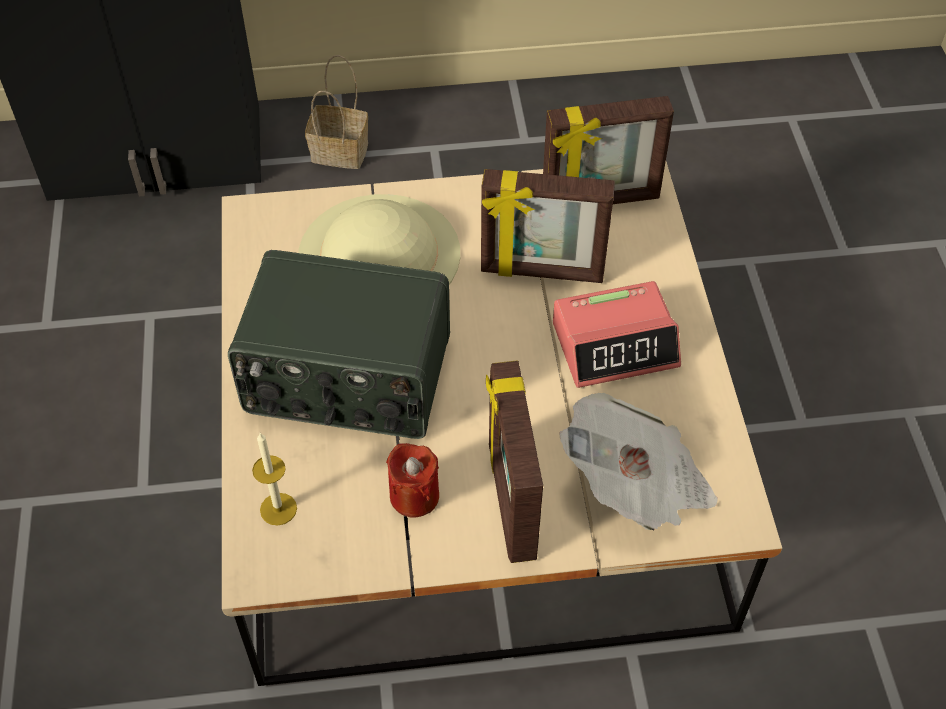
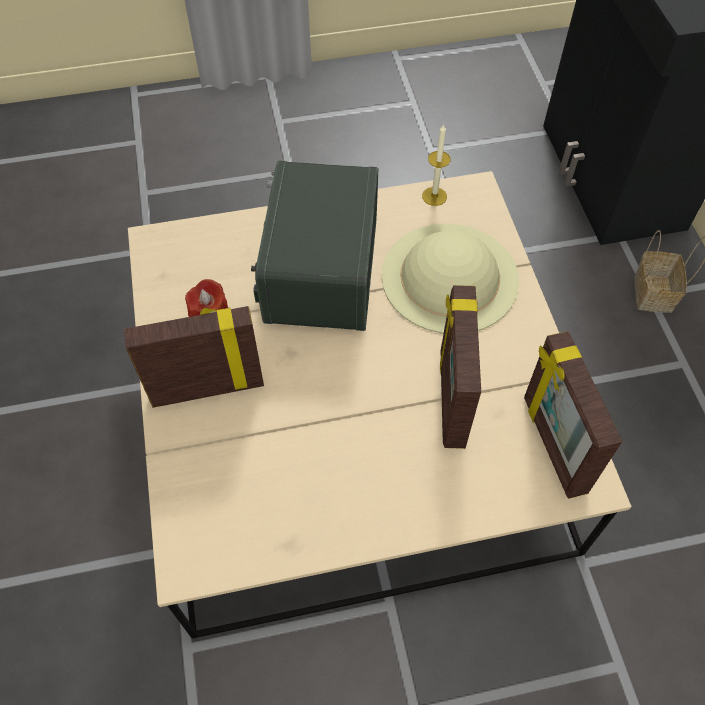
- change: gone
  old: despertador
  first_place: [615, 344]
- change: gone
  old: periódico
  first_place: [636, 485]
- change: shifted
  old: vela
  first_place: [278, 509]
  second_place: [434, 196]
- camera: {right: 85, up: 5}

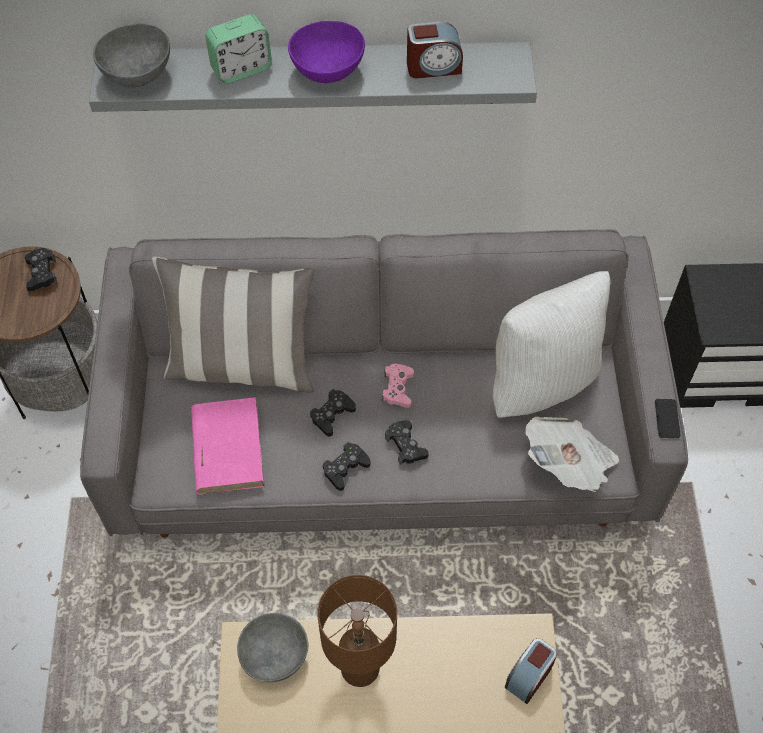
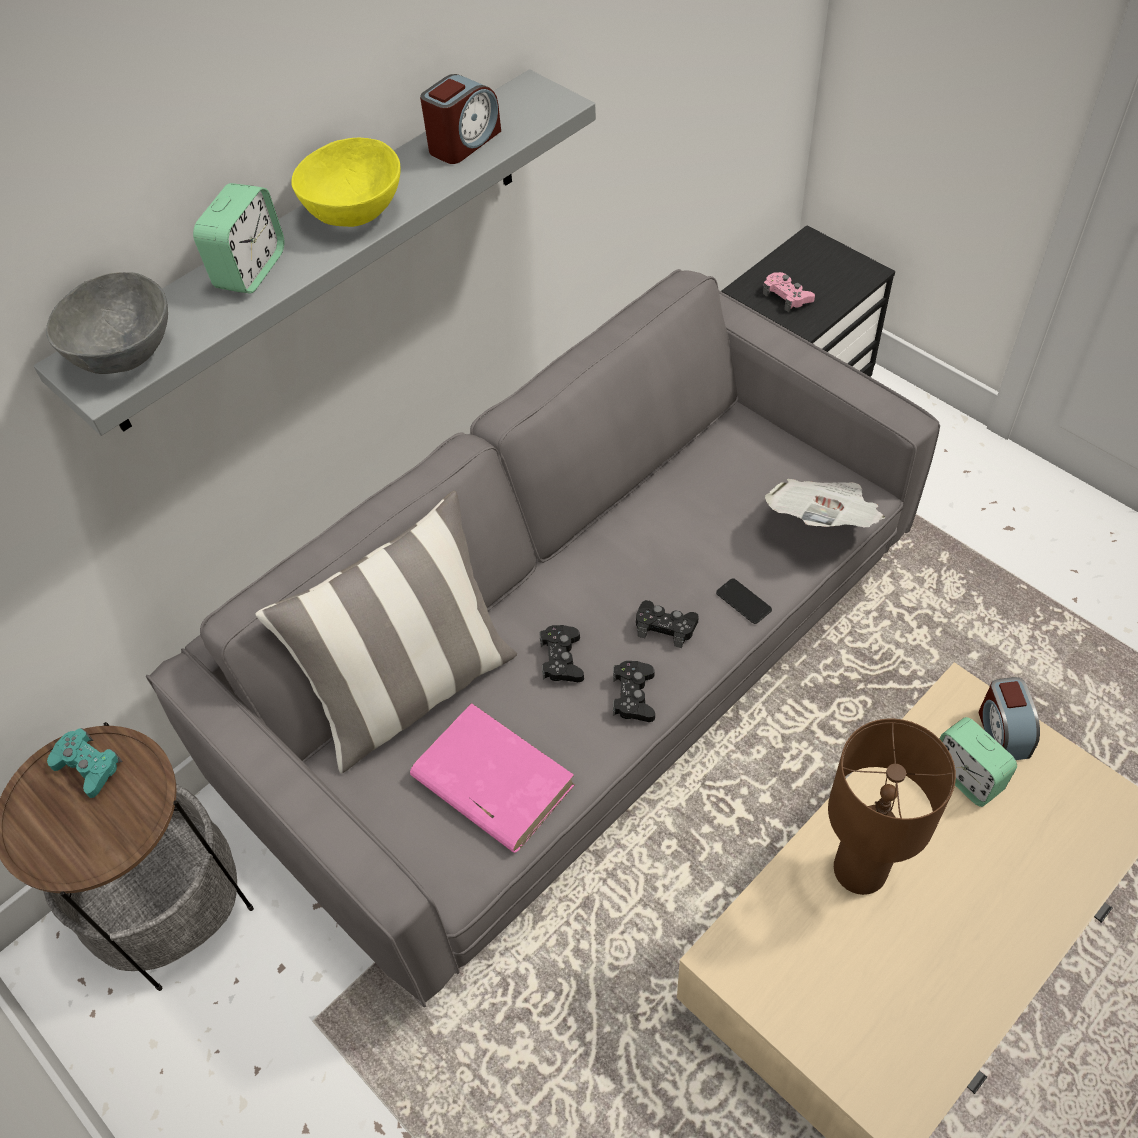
- change: repainted
  old: cuenco (morado)
  new: cuenco (amarillo)
  first_place: [329, 71]
  second_place: [357, 212]
- change: repainted
  old: mando de consola (negro)
  new: mando de consola (turquesa)
  first_place: [41, 273]
  second_place: [88, 766]
- change: gone
  old: cojín (blanco)
  first_place: [542, 381]
- change: shifted
  old: mando de consola (rosa)
  first_place: [397, 389]
  second_place: [787, 296]
- change: shifted
  old: móvil
  first_place: [667, 419]
  second_place: [743, 601]
- change: gone
  old: cuenco (gris)
  first_place: [273, 656]
- change: new
  new: despertador
  second_place: [966, 776]
- camera: {right: -40, up: -5}

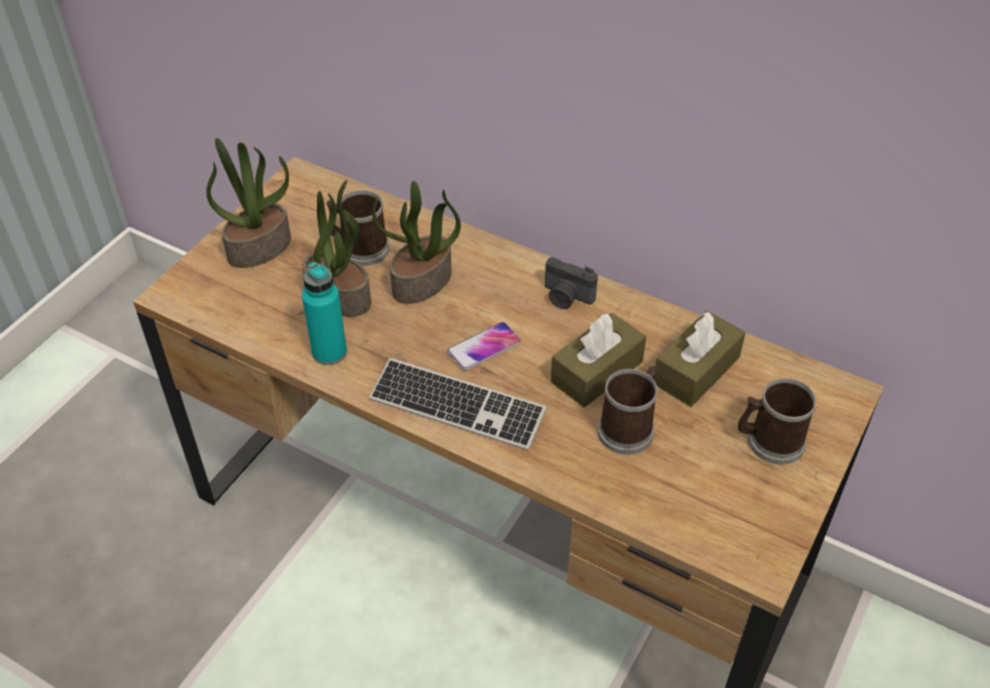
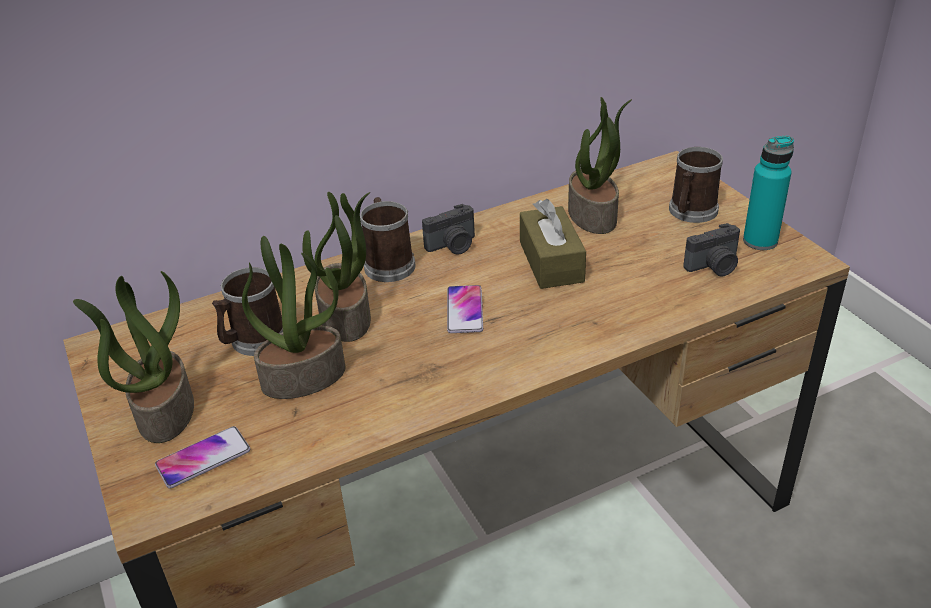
- change: shifted
  old: botella (turquesa)
  first_place: [329, 352]
  second_place: [760, 241]
- change: swapped
  old: caja de pañuelos (marrón)
  new: planta en maceta
  first_place: [696, 370]
  second_place: [593, 216]
- change: gone
  old: teclado
  first_place: [457, 407]
- change: shifted
  old: taza grande
  first_place: [629, 428]
  second_place: [388, 263]
- change: new
  new: cámara
  second_place: [714, 267]
- change: new
  new: móvil
  second_place: [203, 458]
- camera: {right: -55, up: -10}

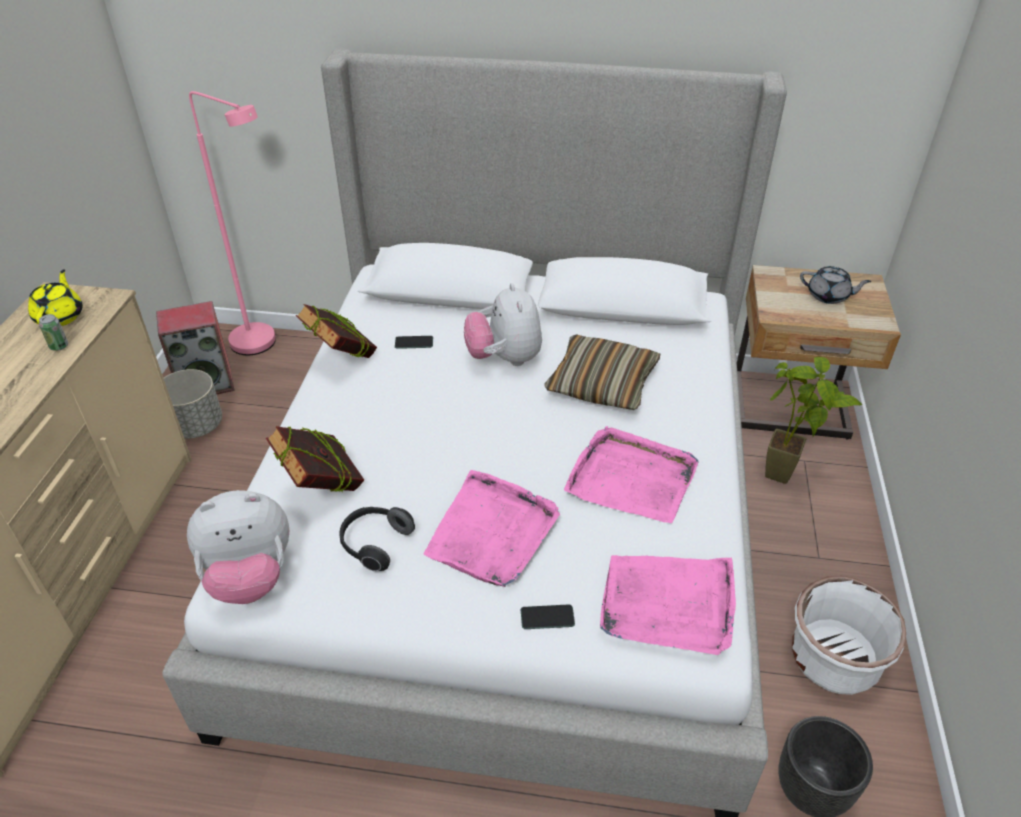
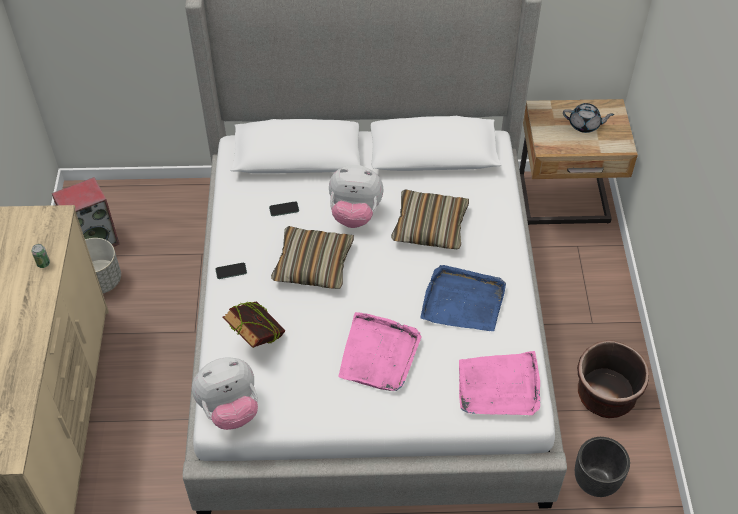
- change: gone
  old: lámpara de pie (rosa)
  first_place: [263, 345]
- change: gone
  old: tetera (amarillo)
  first_place: [60, 316]
- change: rotated
  old: peluche
  first_place: [504, 358]
  second_place: [355, 214]
  degrees: -60
- change: gone
  old: libro
  first_place: [342, 360]
- change: gone
  old: planta en maceta
  first_place: [788, 480]
- change: repainted
  old: bandeja (rosa)
  new: bandeja (azul)
  first_place: [631, 478]
  second_place: [462, 301]
- change: gone
  old: auriculares
  first_place: [374, 544]
- change: repainted
  old: maceta (blanco)
  new: maceta (marrón)
  first_place: [833, 659]
  second_place: [605, 395]
- change: shifted
  old: móvil
  first_place: [547, 617]
  second_place: [231, 271]
- change: new
  new: cojín
  second_place: [313, 265]
- camera: {right: -10, up: 10}

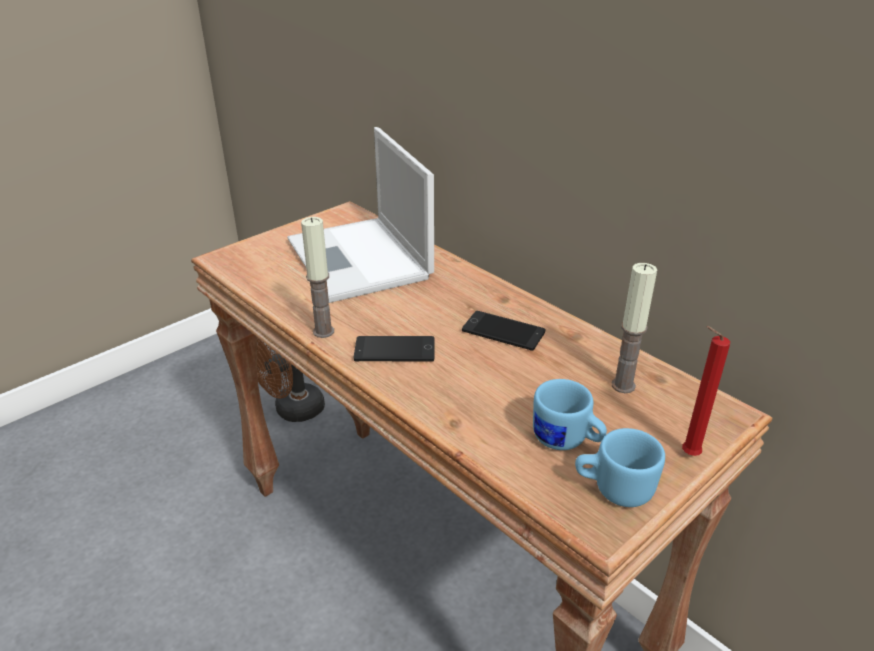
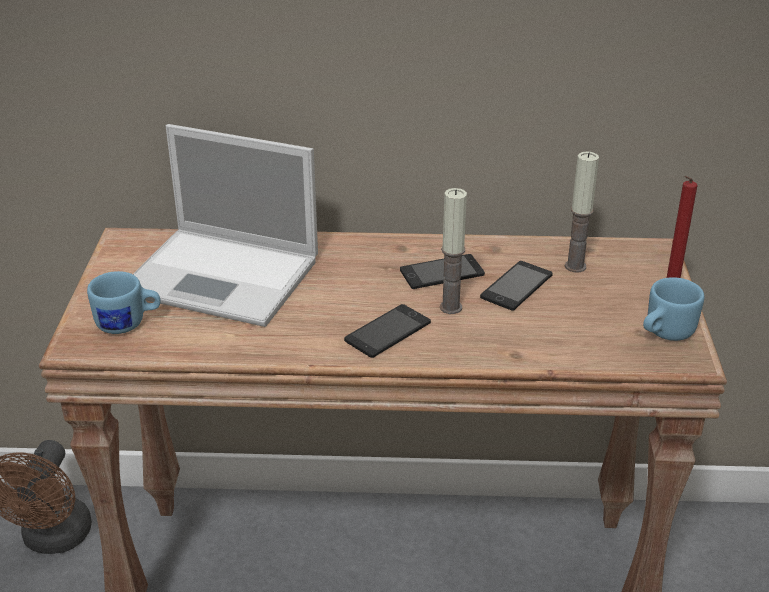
- change: shifted
  old: vela
  first_place: [323, 331]
  second_place: [451, 307]
- change: shifted
  old: taza grande (azul)
  first_place: [566, 441]
  second_place: [128, 324]
- change: new
  new: móvil
  second_place: [516, 286]
- camera: {right: -45, up: 0}

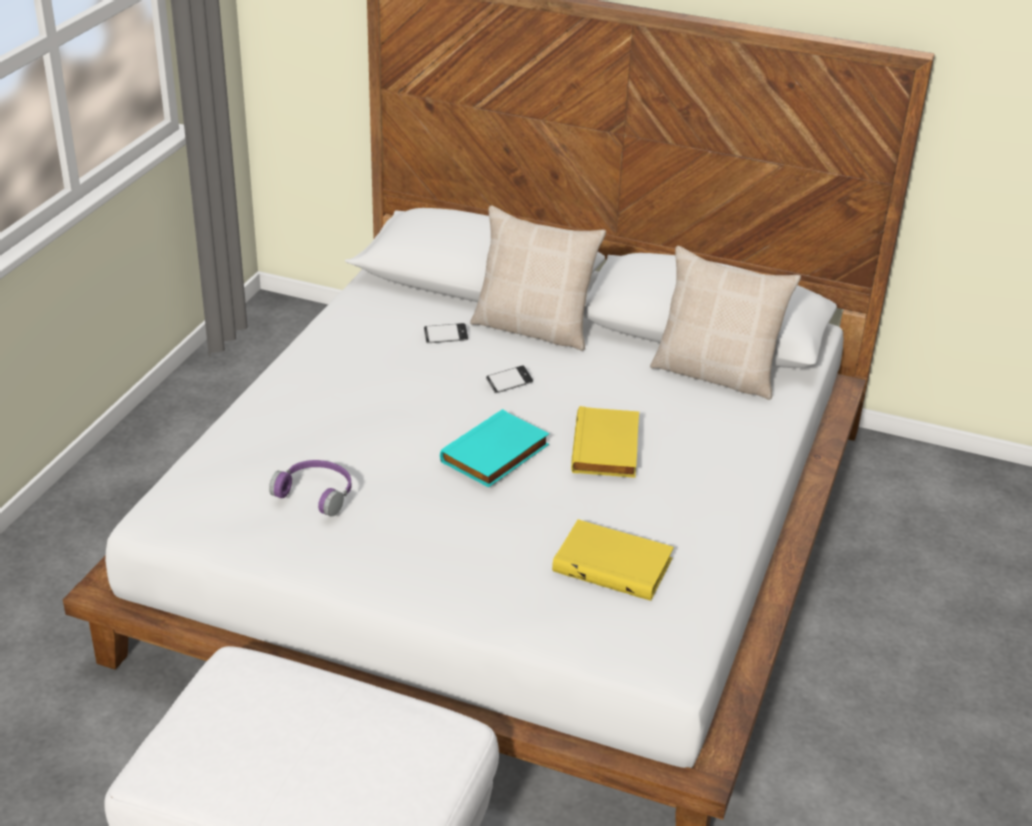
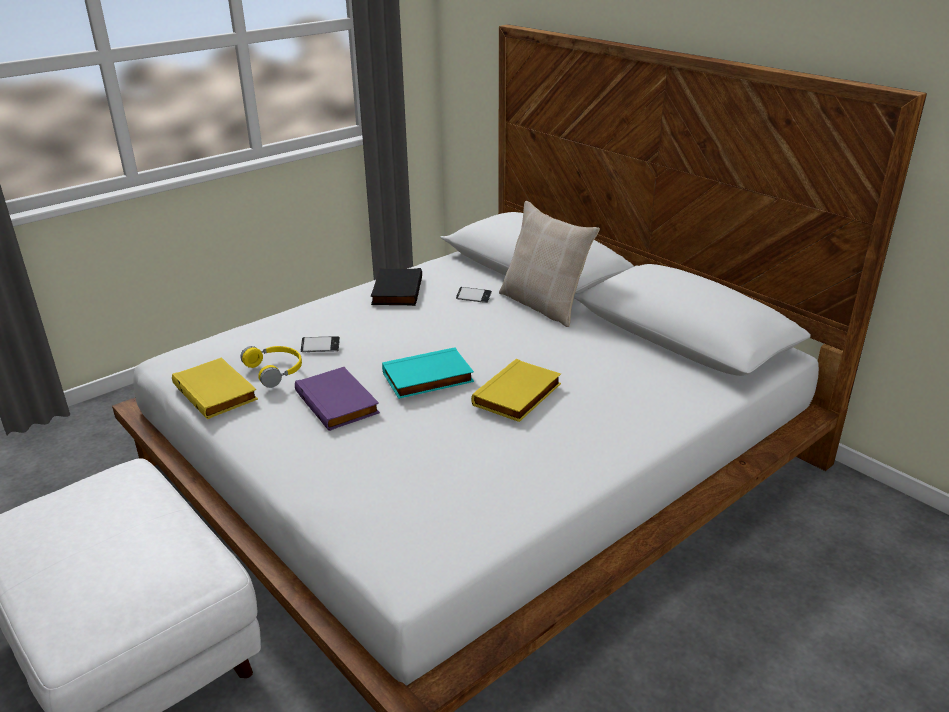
- change: gone
  old: cojín (beis)
  first_place: [716, 374]
- change: shifted
  old: móvil
  first_place: [509, 383]
  second_place: [320, 347]
- change: repainted
  old: auriculares (morado)
  new: auriculares (amarillo)
  first_place: [317, 493]
  second_place: [276, 370]
- change: shifted
  old: libro (amarillo)
  first_place: [614, 564]
  second_place: [217, 392]
- change: new
  new: libro (negro)
  second_place: [395, 290]
- change: new
  new: libro (morado)
  second_place: [339, 402]
- camera: {right: 30, up: -5}

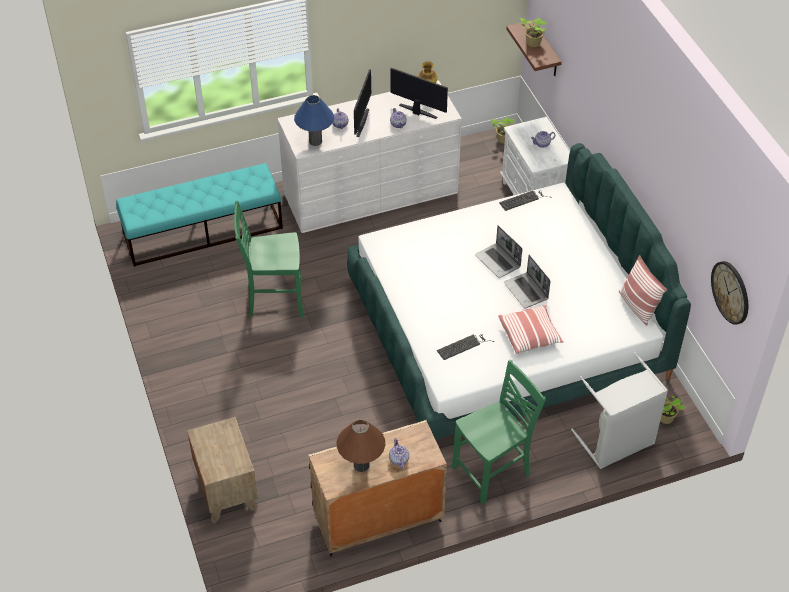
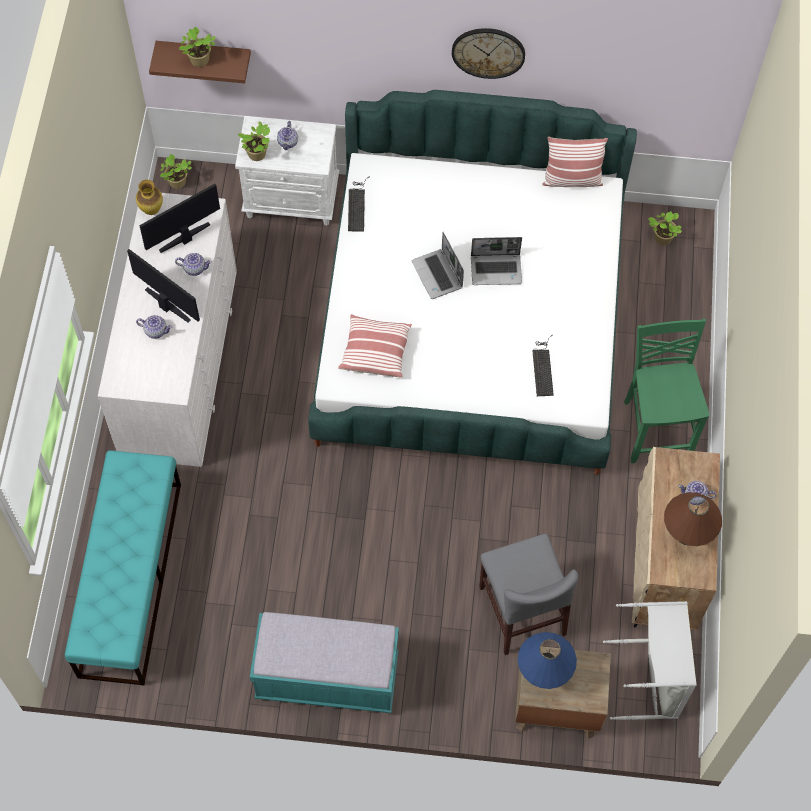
- change: shifted
  old: lámpara de mesa (azul)
  first_place: [315, 141]
  second_place: [543, 674]
- change: gone
  old: silla (verde)
  first_place: [274, 300]
- change: rotated
  old: portátil
  first_place: [498, 261]
  second_place: [438, 275]
  degrees: 75
- change: shifted
  old: reloj de pared
  first_place: [730, 292]
  second_place: [488, 52]
- change: shifted
  old: cojín
  first_place: [530, 335]
  second_place: [375, 351]
- change: shifted
  old: cesto de la ropa (gris)
  first_place: [617, 443]
  second_place: [651, 679]
- change: new
  new: planta en maceta
  second_place: [258, 155]
- change: new
  new: silla (gris)
  second_place: [522, 610]
- change: new
  new: banco (turquesa)
  second_place: [327, 677]
- camera: {right: -65, up: 15}

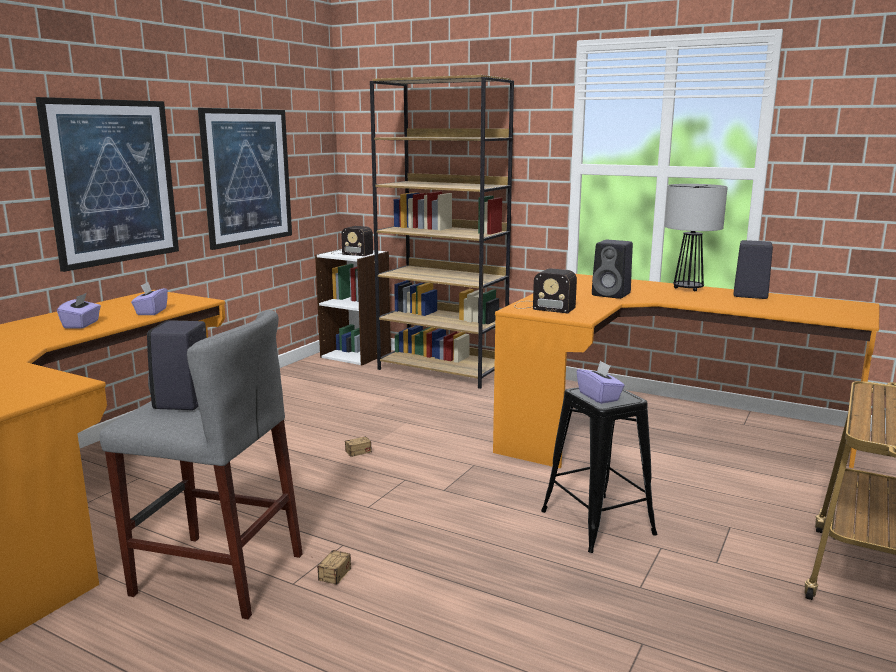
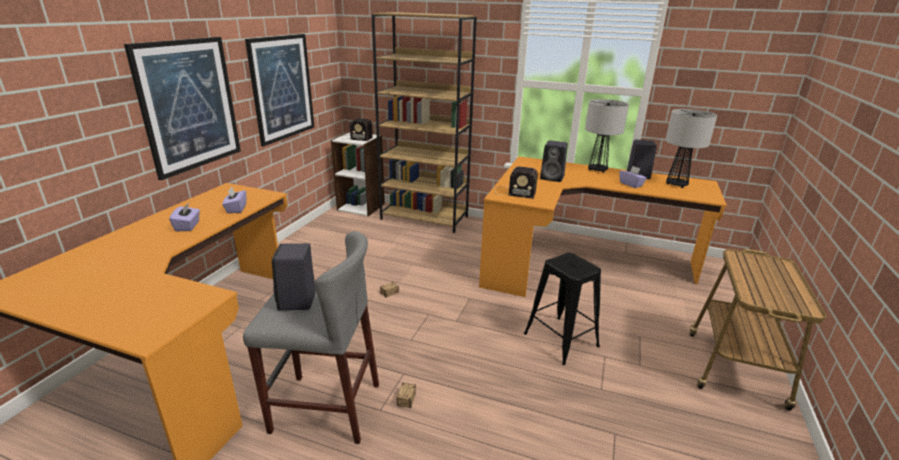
- change: shifted
  old: caja de pañuelos (morado)
  first_place: [599, 397]
  second_place: [631, 184]
- change: new
  new: lámpara de mesa
  second_place: [676, 184]
- camera: {right: -10, up: 10}

